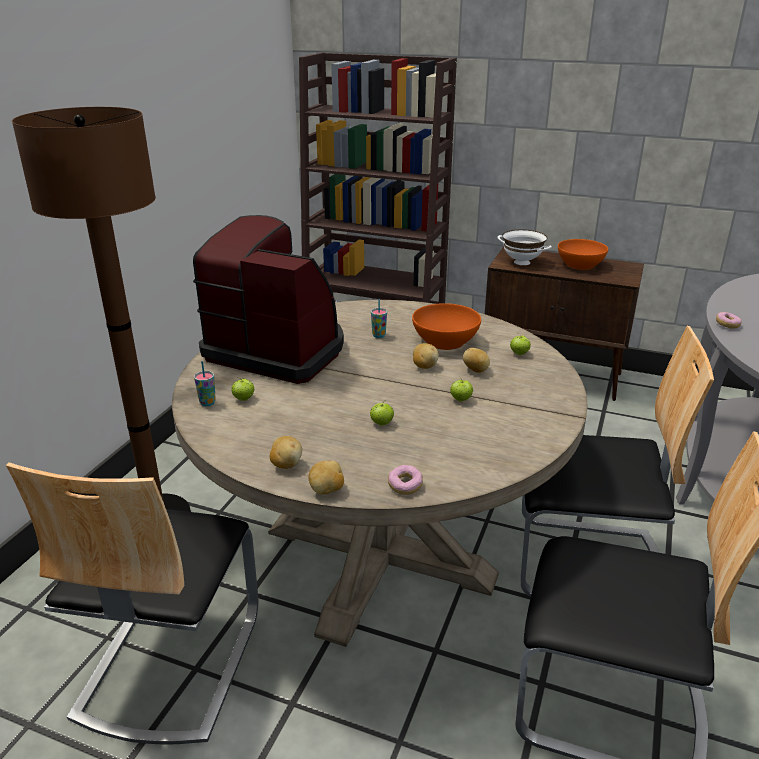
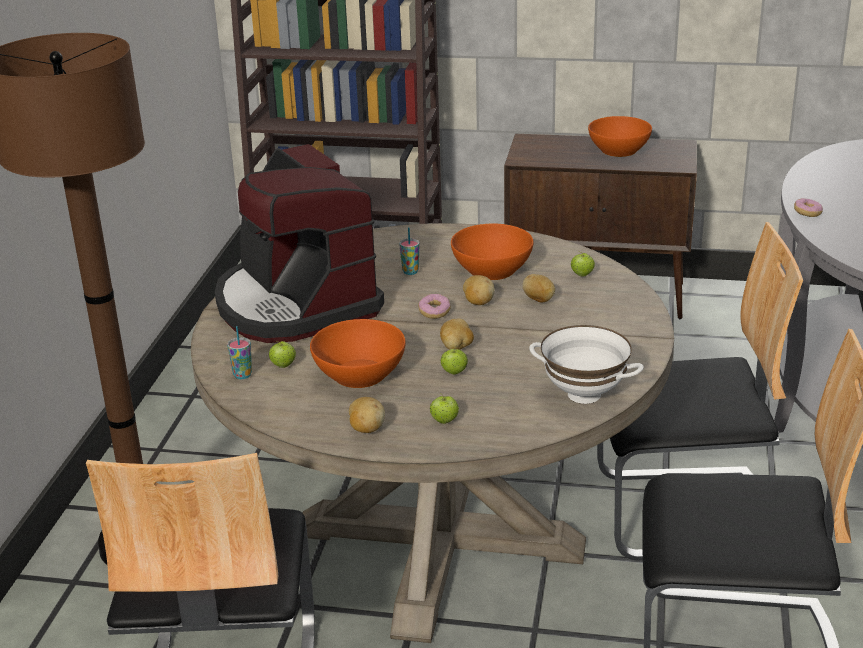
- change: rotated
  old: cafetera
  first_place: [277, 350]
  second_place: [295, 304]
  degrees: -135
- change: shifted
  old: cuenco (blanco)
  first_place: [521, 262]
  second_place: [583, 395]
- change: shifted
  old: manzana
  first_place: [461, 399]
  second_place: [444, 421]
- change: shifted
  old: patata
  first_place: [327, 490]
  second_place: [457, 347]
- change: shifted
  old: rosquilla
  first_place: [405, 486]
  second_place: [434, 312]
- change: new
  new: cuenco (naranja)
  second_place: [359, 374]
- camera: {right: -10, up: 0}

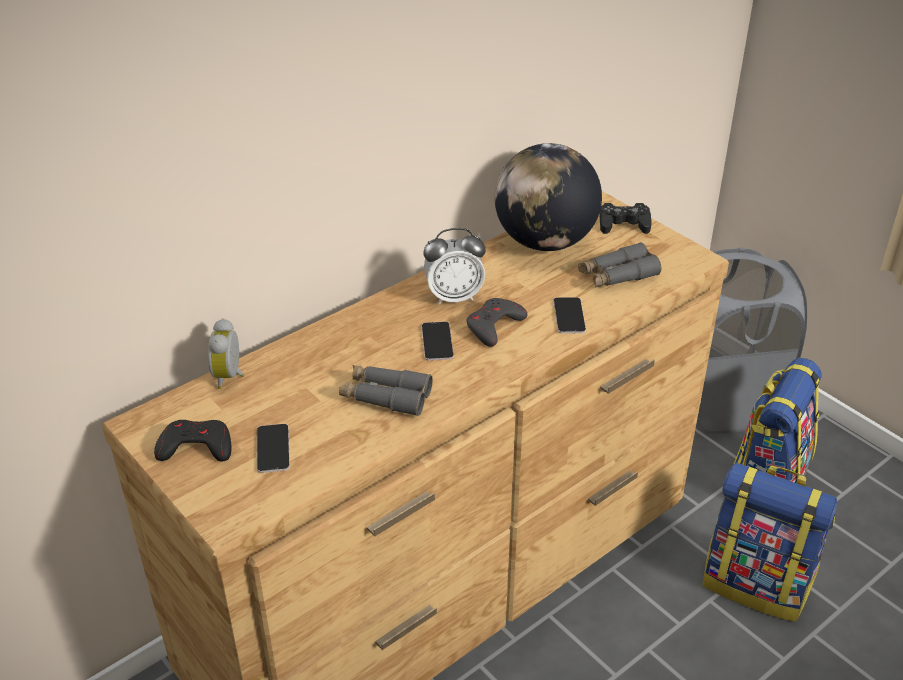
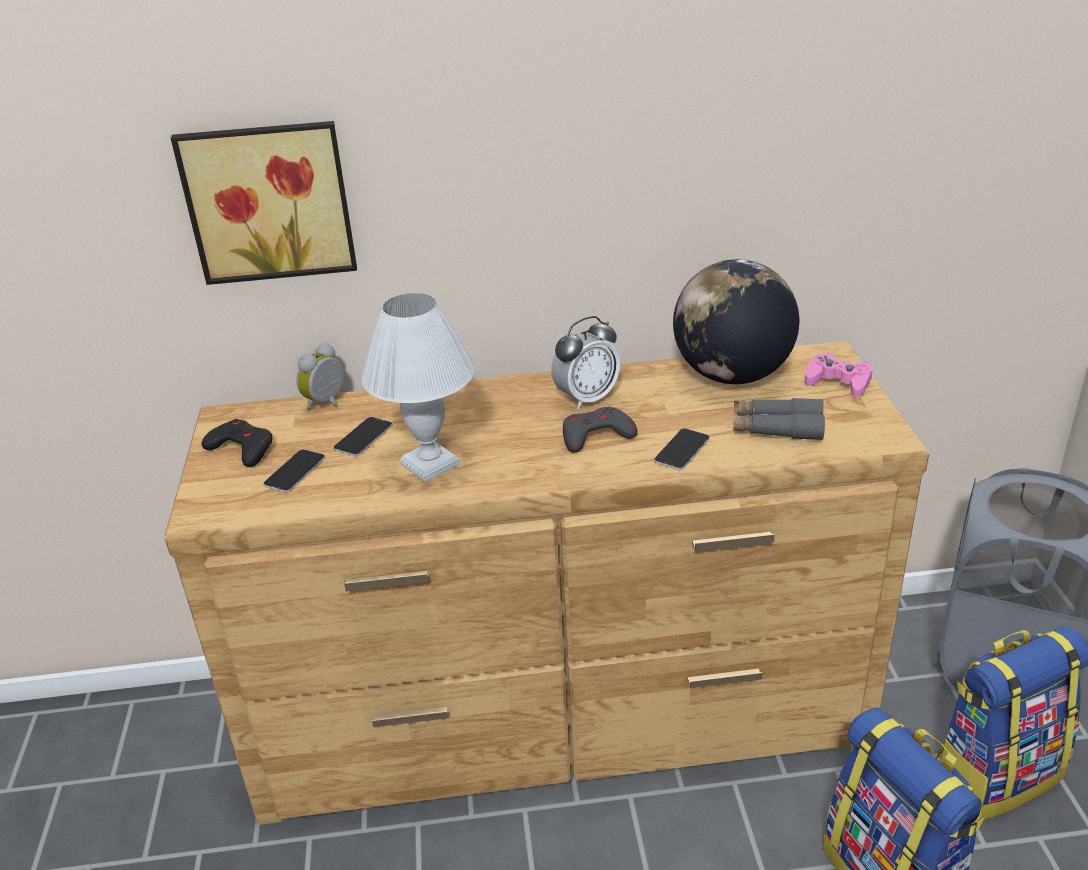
- change: repainted
  old: mando de consola (negro)
  new: mando de consola (rosa)
  first_place: [623, 224]
  second_place: [838, 382]
- change: rotated
  old: despertador
  first_place: [454, 297]
  second_place: [586, 398]
  degrees: -60
- change: shifted
  old: móvil
  first_place: [437, 342]
  second_place: [363, 437]
- change: swapped
  old: prismáticos (gris)
  new: lámpara de mesa (blanco)
  first_place: [385, 396]
  second_place: [431, 463]
- change: new
  new: cuadro
  second_place: [269, 201]
- camera: {right: 35, up: -5}

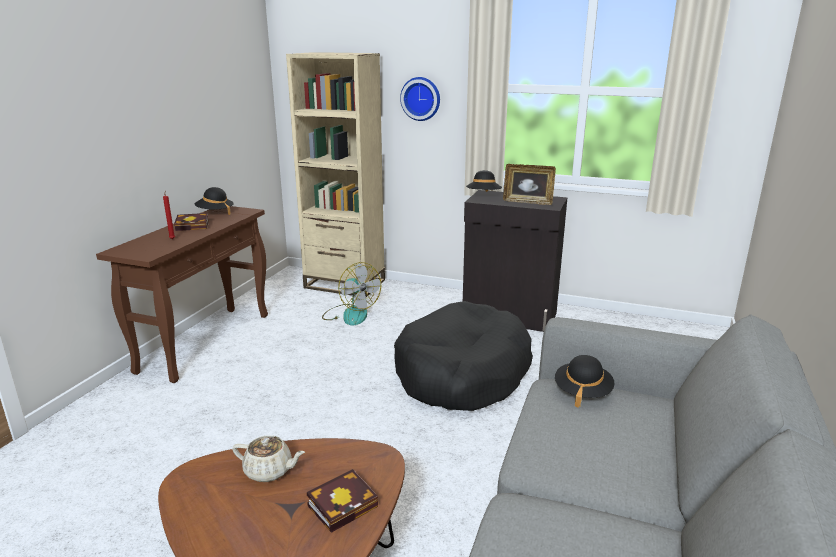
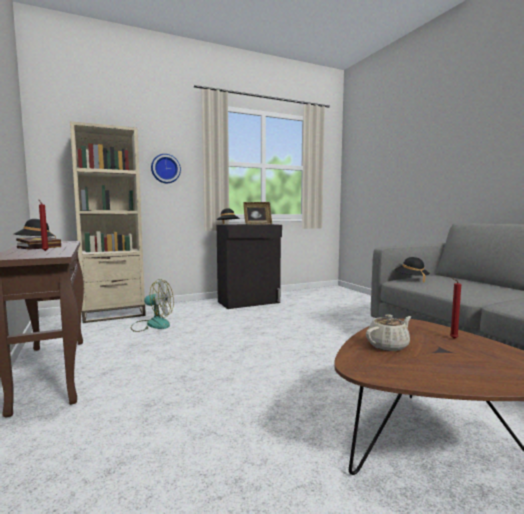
- change: gone
  old: cama para perro (negro)
  first_place: [462, 373]
- change: swapped
  old: libro
  new: vela (rojo)
  first_place: [344, 504]
  second_place: [452, 338]
- camera: {right: -45, up: -15}

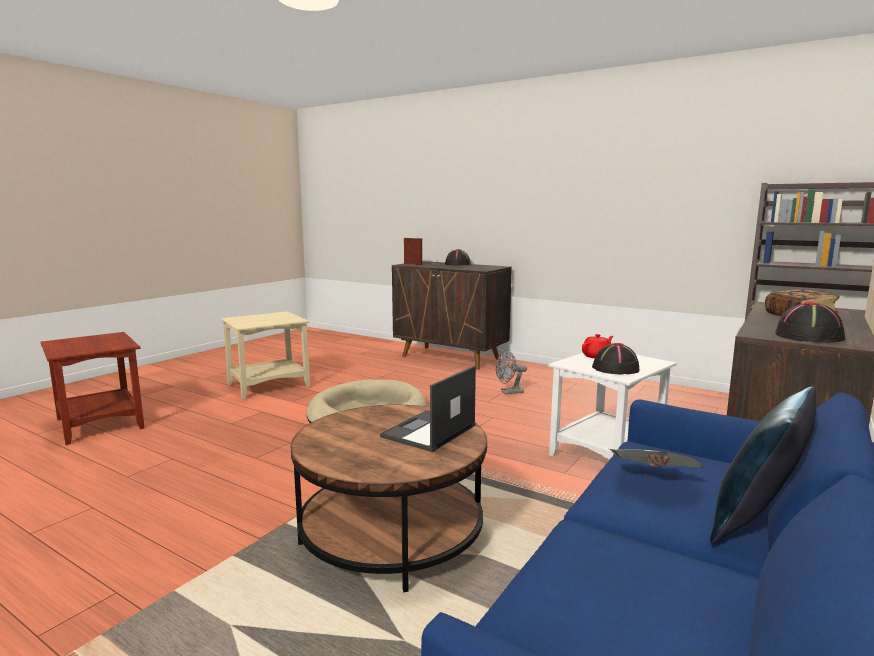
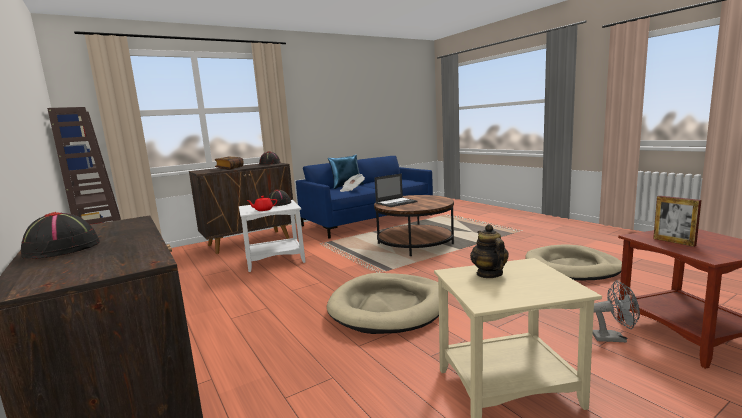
- change: shifted
  old: portarretratos
  first_place: [413, 264]
  second_place: [674, 242]
- change: shifted
  old: ventilador (gris)
  first_place: [509, 392]
  second_place: [614, 338]
- change: new
  new: tetera
  second_place: [489, 274]
- change: new
  new: cama para perro (beis)
  second_place: [572, 267]
- camera: {right: -155, up: 0}

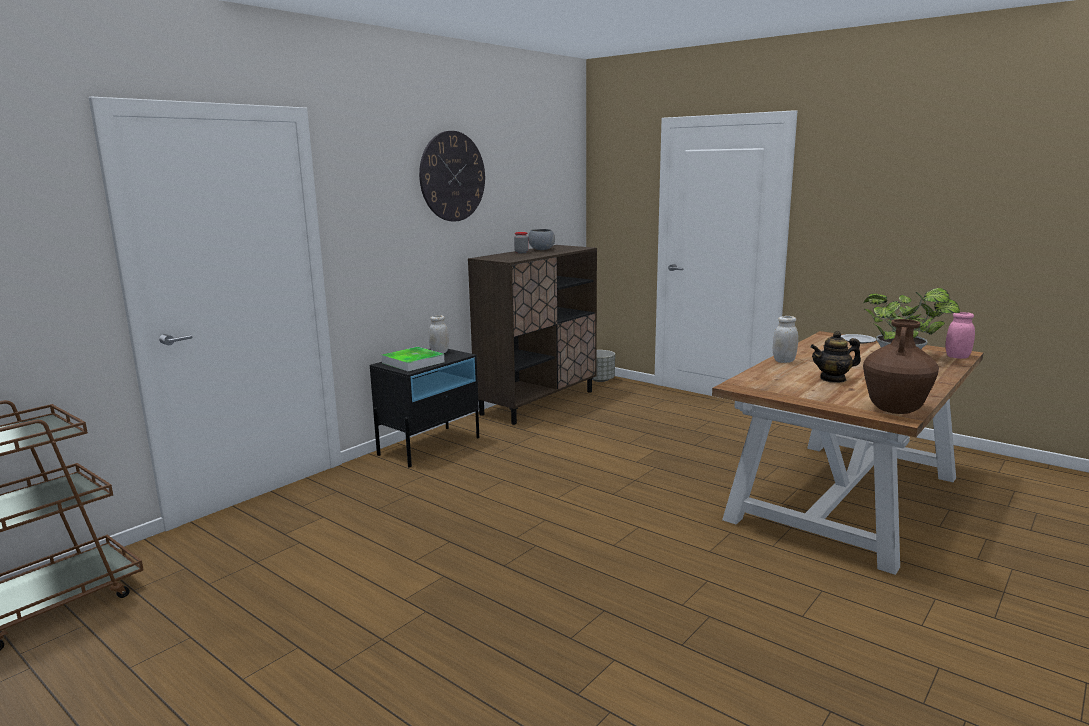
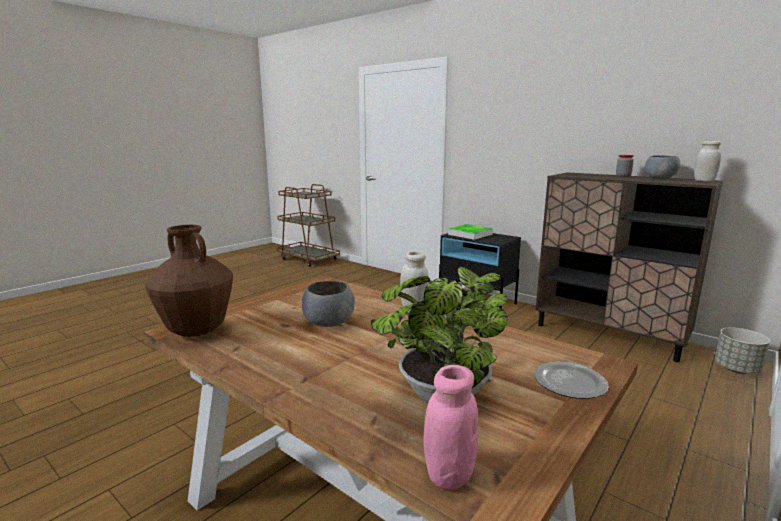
- change: gone
  old: reloj de pared
  first_place: [452, 176]
- change: shifted
  old: tarro (blanco)
  first_place: [439, 352]
  second_place: [704, 181]
- change: swapped
  old: tetera
  new: cuenco (gris)
  first_place: [833, 379]
  second_place: [328, 323]
- camera: {right: 90, up: 0}

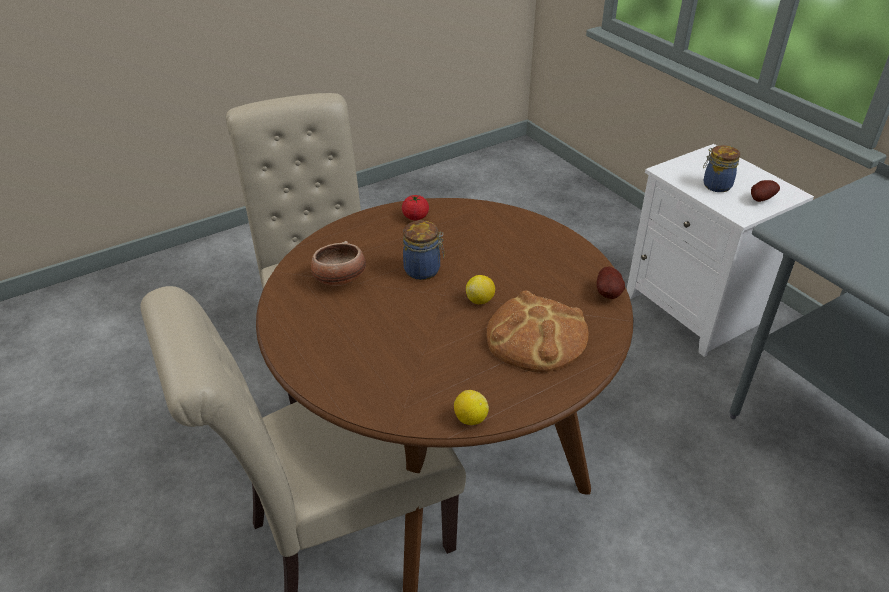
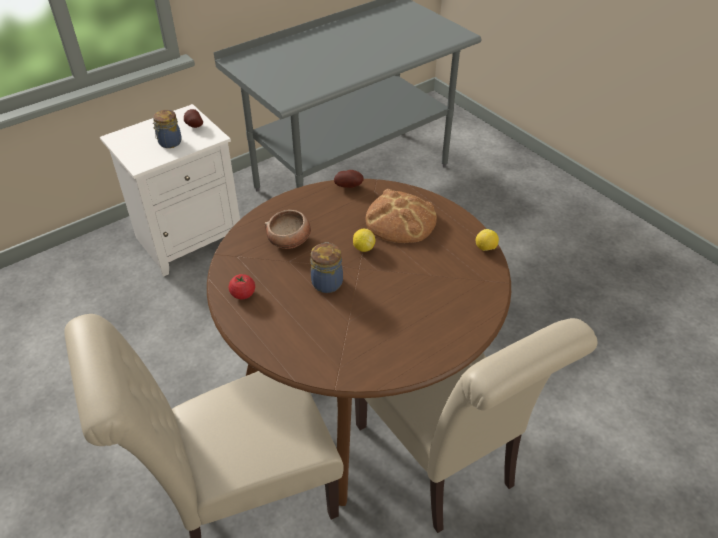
- change: shifted
  old: cuenco
  first_place: [339, 279]
  second_place: [290, 241]
- camera: {right: -95, up: 5}

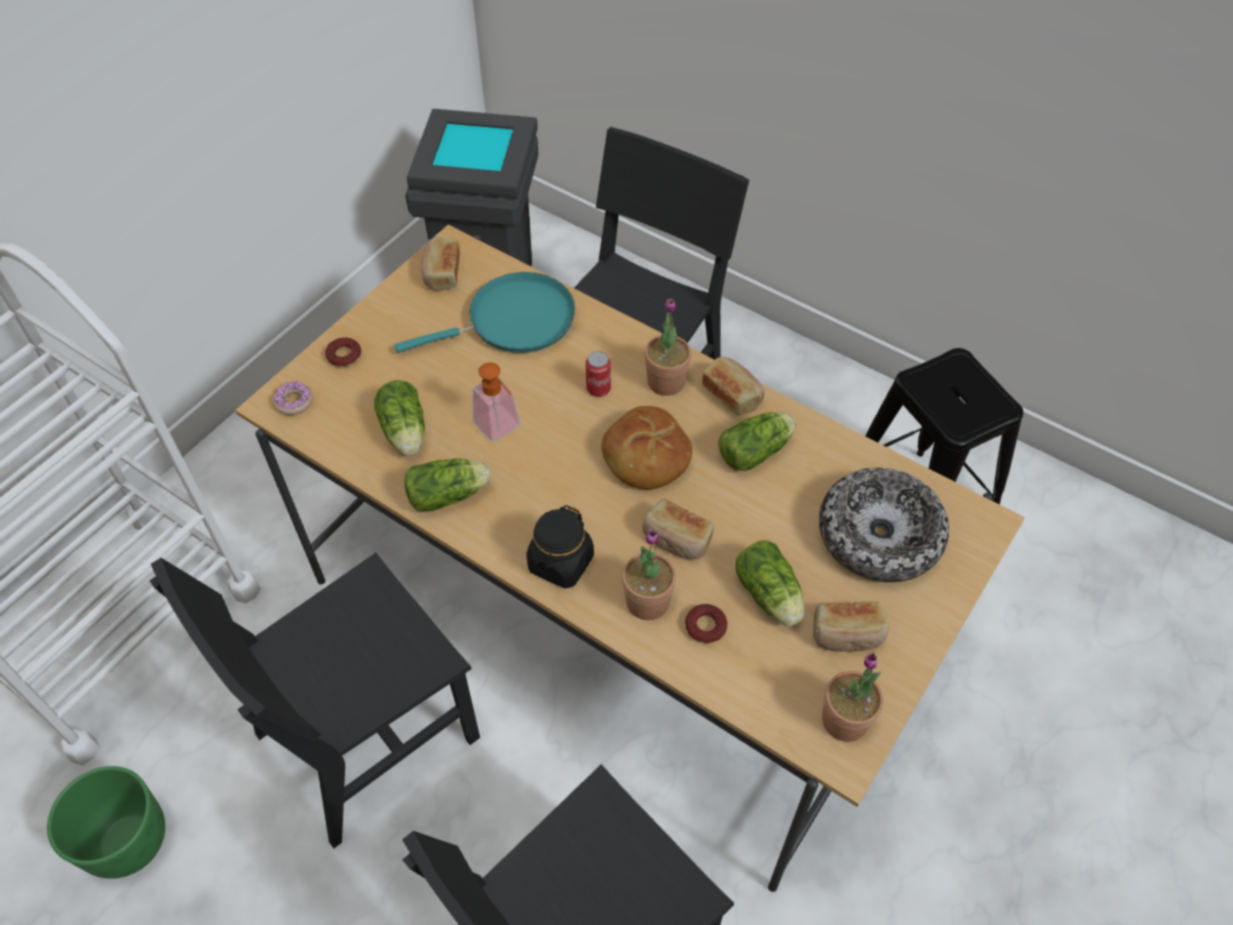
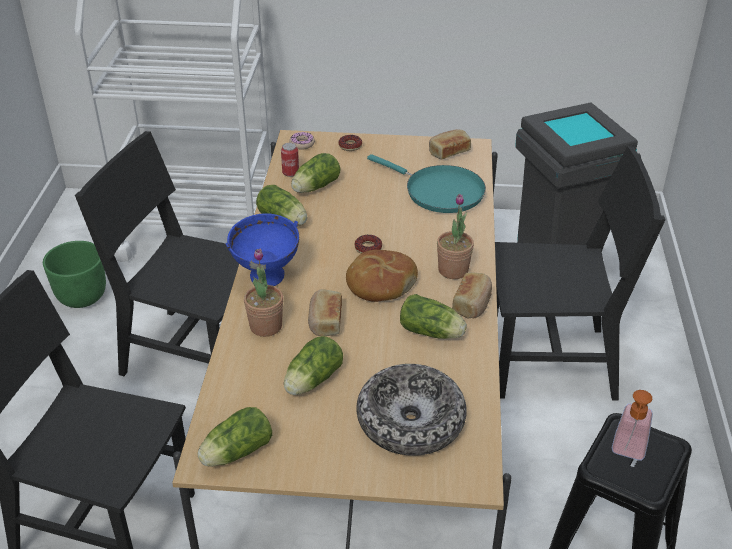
- change: shifted
  old: lata
  first_place: [598, 389]
  second_place: [290, 173]
- change: shifted
  old: dispensador de jabón
  first_place: [501, 429]
  second_place: [628, 452]
- change: swapped
  old: tarro (negro)
  new: cuenco (azul)
  first_place: [560, 563]
  second_place: [268, 280]
- change: gone
  old: pan
  first_place: [847, 634]
- change: shifted
  old: rosquilla
  first_place: [705, 626]
  second_place: [368, 248]
- change: swapped
  old: planta en maceta
  new: lechuga
  first_place: [845, 720]
  second_place: [235, 453]
- camera: {right: 60, up: -15}

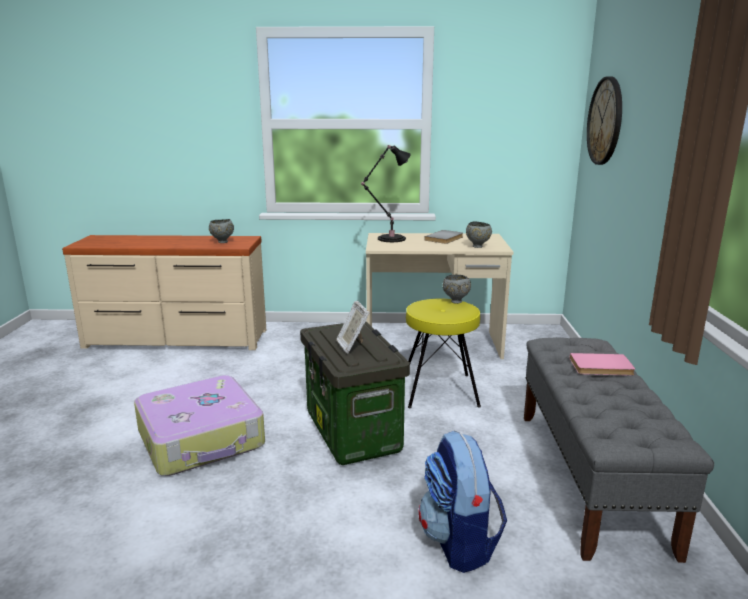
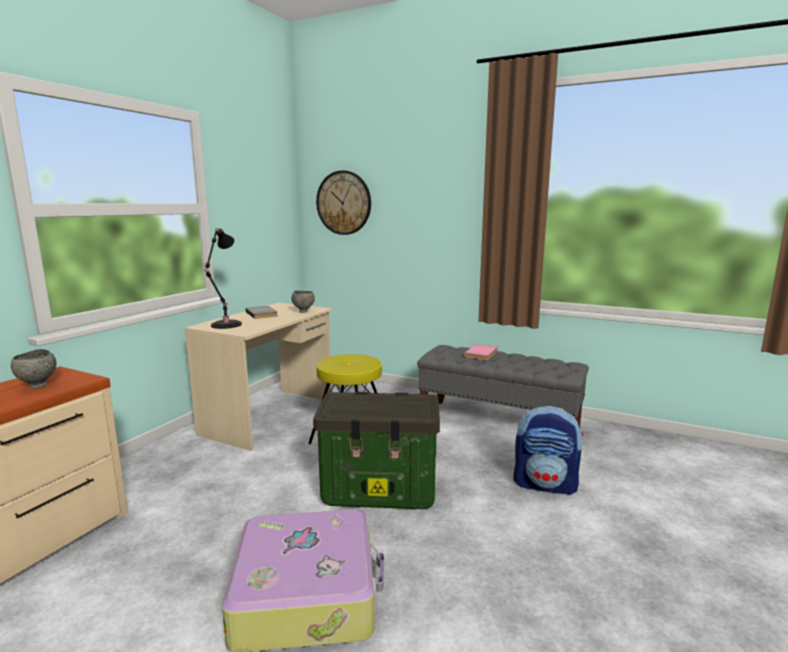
- change: gone
  old: cuenco (gris)
  first_place: [455, 301]
- change: gone
  old: portarretratos
  first_place: [352, 346]
- camera: {right: -65, up: -5}

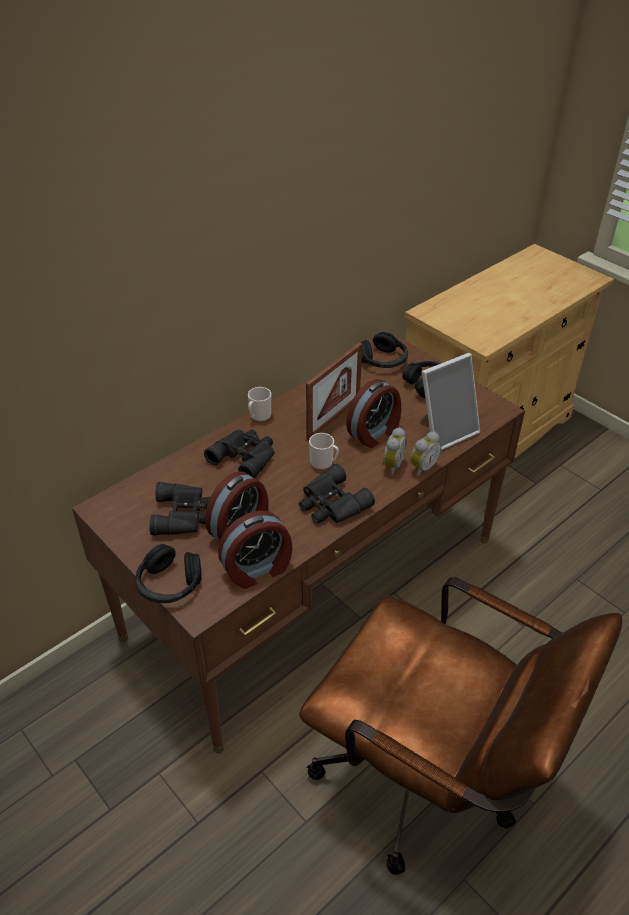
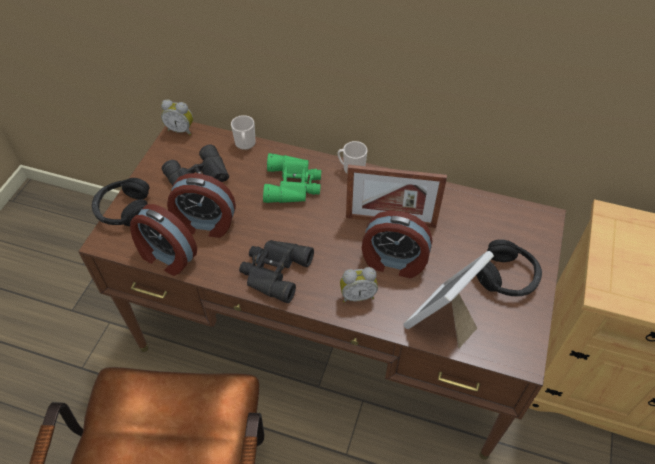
- change: gone
  old: auriculares (negro)
  first_place: [383, 360]
- change: rotated
  old: portarretratos
  first_place: [445, 431]
  second_place: [442, 320]
  degrees: 105
- change: repainted
  old: prismáticos (negro)
  new: prismáticos (verde)
  first_place: [245, 456]
  second_place: [293, 184]
- change: shifted
  old: despertador
  first_place: [422, 467]
  second_place: [181, 130]
- change: shifted
  old: taza grande
  first_place: [324, 463]
  second_place: [245, 144]
- camera: {right: 60, up: 10}

